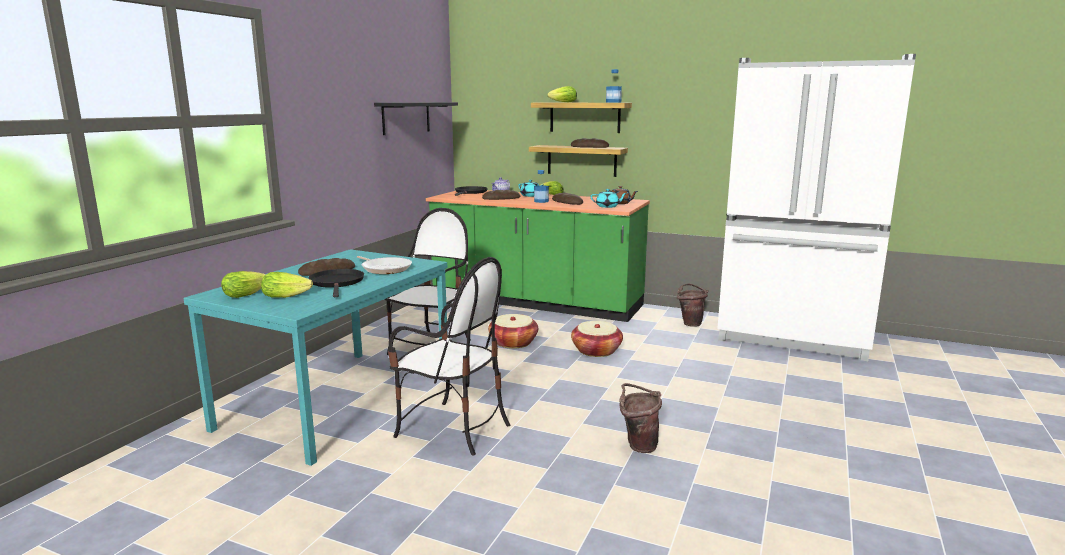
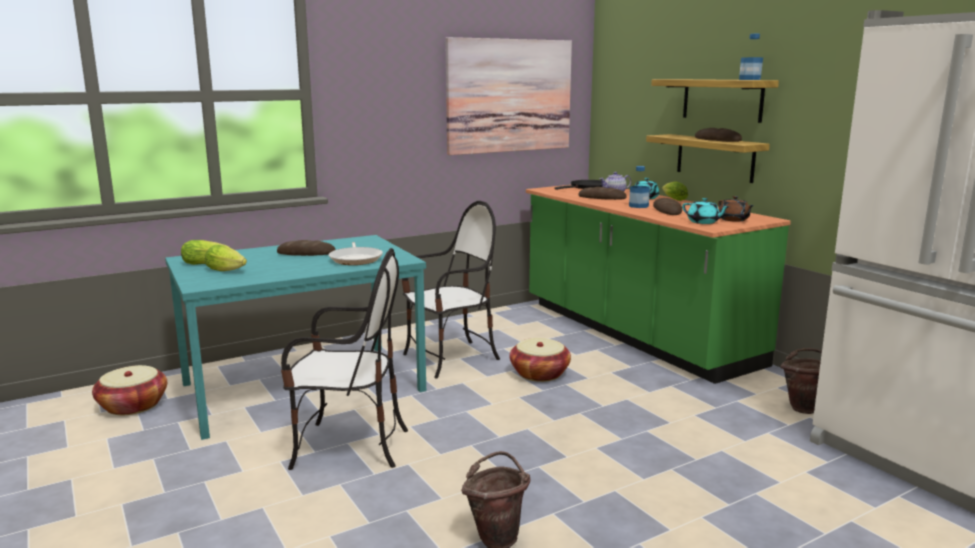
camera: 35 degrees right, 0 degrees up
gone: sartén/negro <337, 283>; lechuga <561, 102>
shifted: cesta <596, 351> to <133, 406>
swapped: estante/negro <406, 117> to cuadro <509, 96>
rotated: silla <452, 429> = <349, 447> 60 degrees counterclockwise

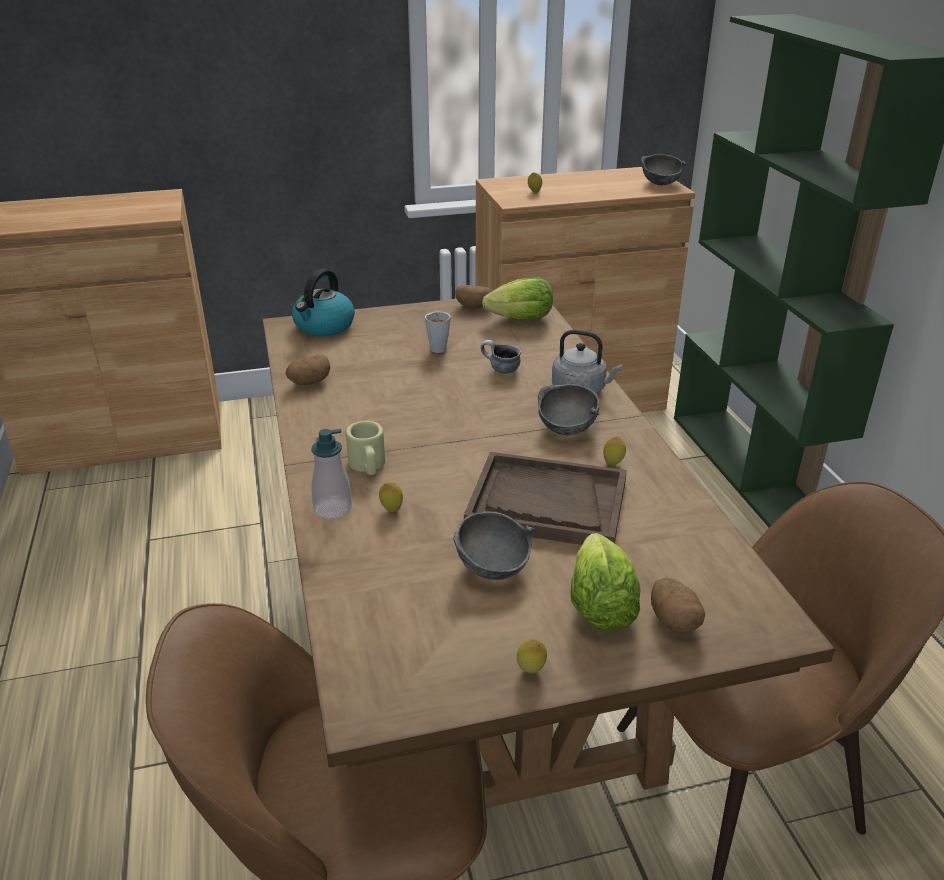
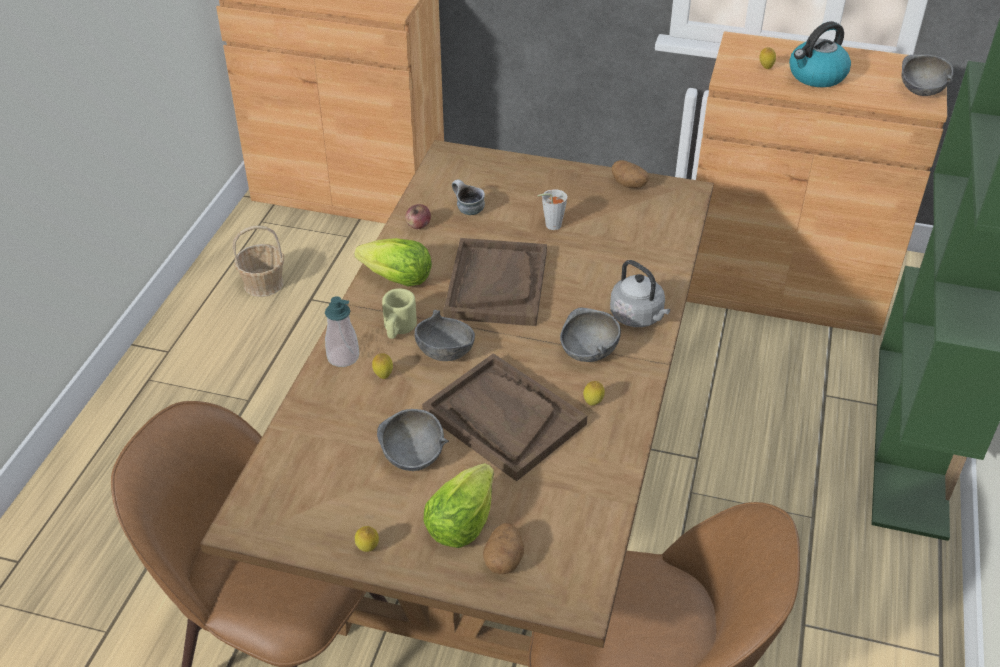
camera: 30 degrees right, 10 degrees up
new: cesta <264, 284>; cuenco/gris <446, 352>; bandeja/marrón <496, 284>
shifted: hervidor <324, 327> to <816, 76>; taza grande <500, 370> to <467, 210>; lechuga <521, 319> to <398, 279>
swapped: patata <309, 382> to manzana <418, 225>

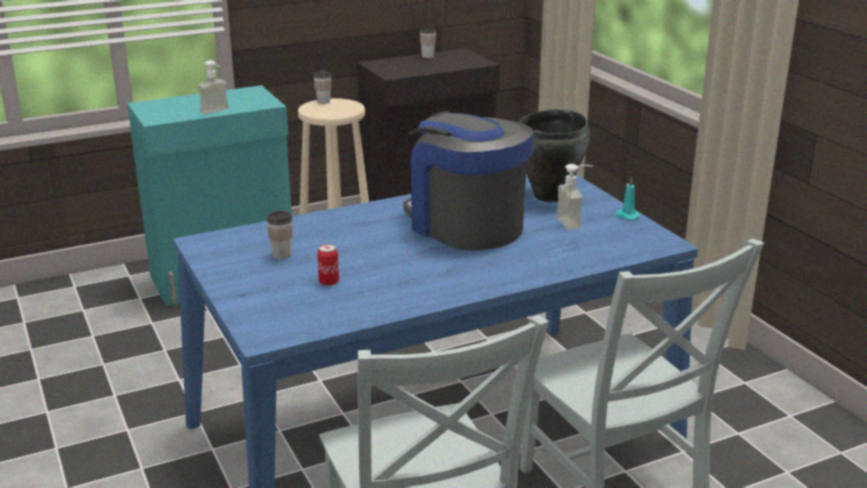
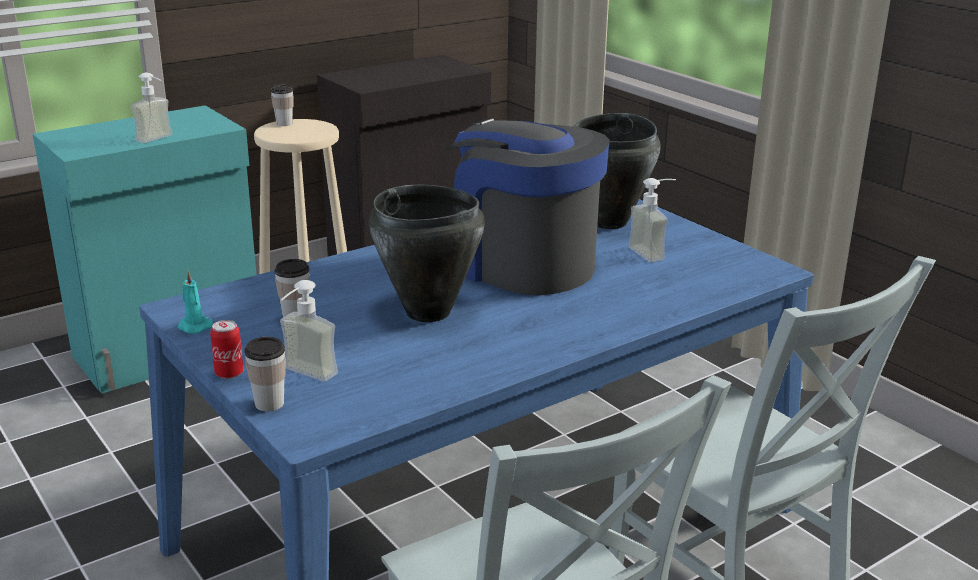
camera: 10 degrees left, 0 degrees up
new: dispensador de jabón <303, 376>; olla/negro <428, 313>
shifted: lata <329, 282> to <229, 373>; taza <427, 56> to <269, 404>; vela/turquesa <626, 216> to <193, 327>

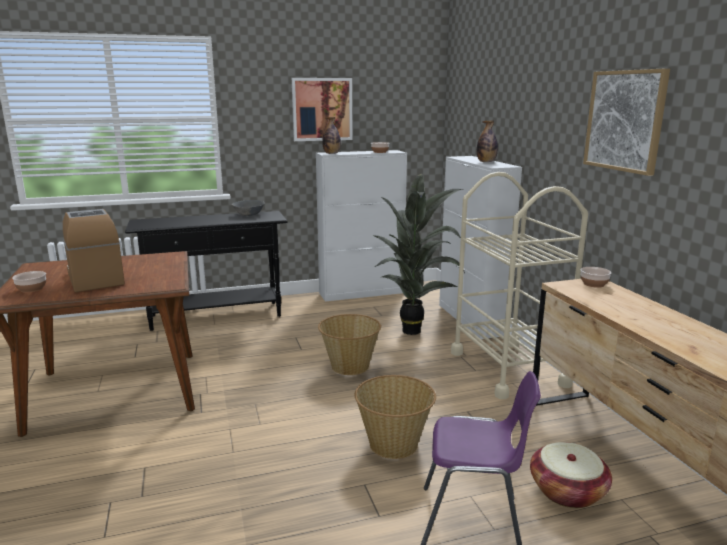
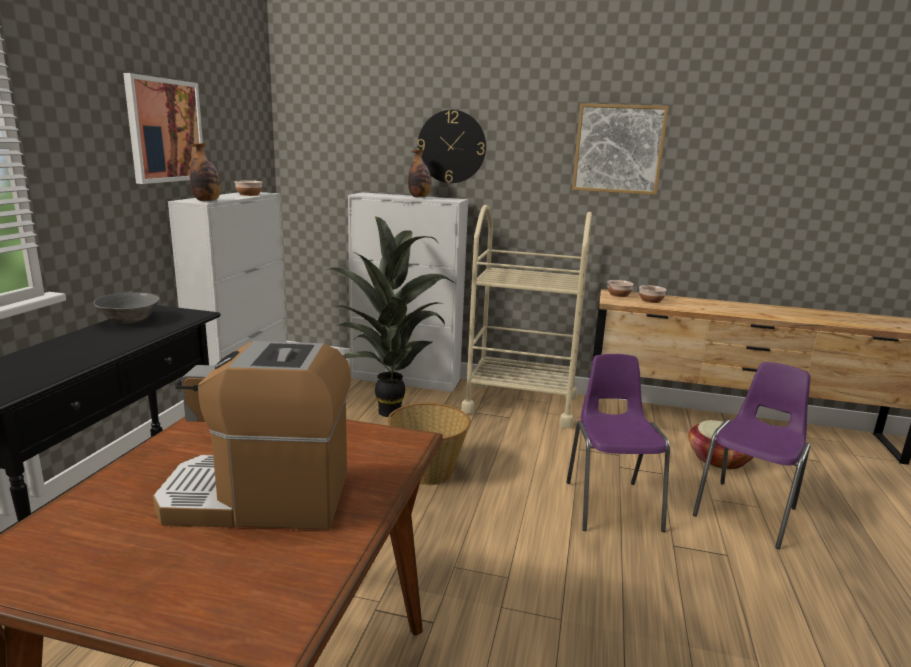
camera: 60 degrees left, 0 degrees up
new: reloj de pared <451, 147>
shifted: cuenco <32, 289> to <651, 300>
swapped: cesta <394, 443> to silla/morado <611, 504>

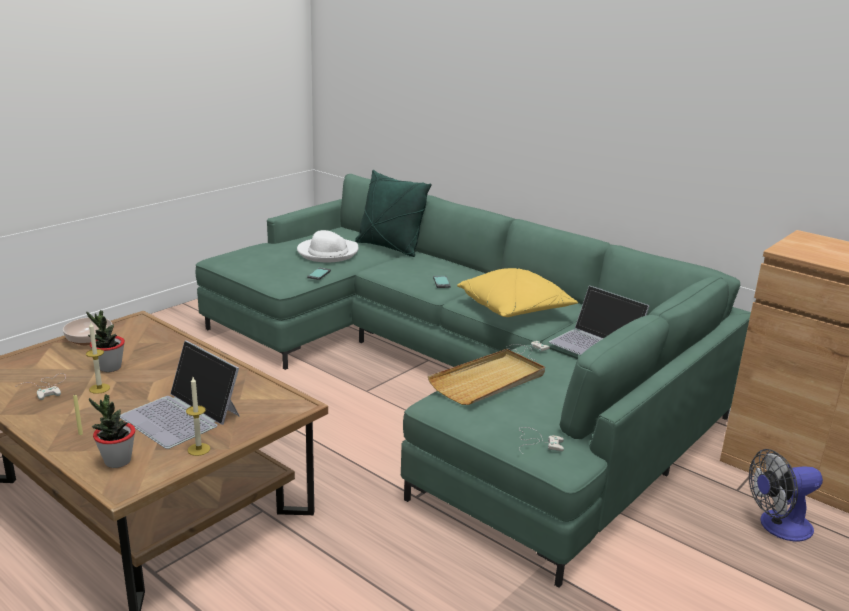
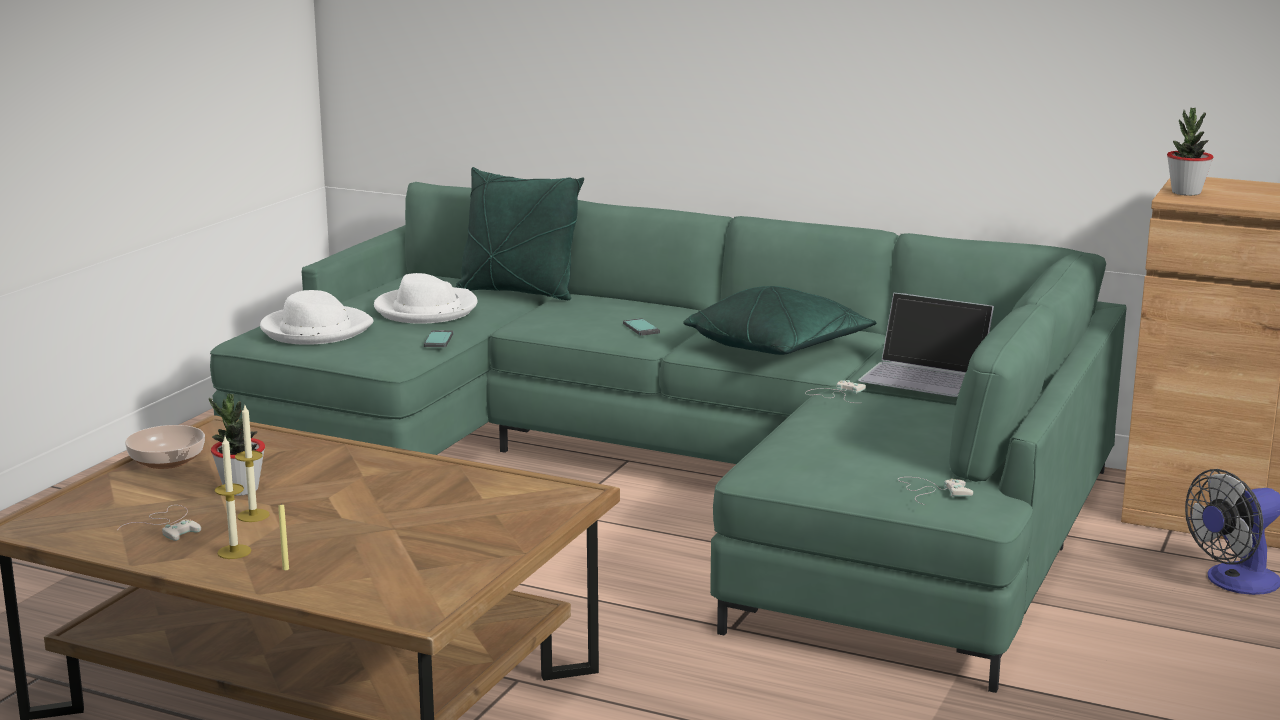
camera: 15 degrees left, 5 degrees down
gone: portátil <181, 416>; bandeja/beis <488, 381>
new: sombrero/blanco <315, 330>
shifted: planta en maceta <117, 461> to <1186, 192>; vela <199, 449> to <234, 552>
repainted: cojín/amarillo <515, 309> to cojín/verde <779, 348>

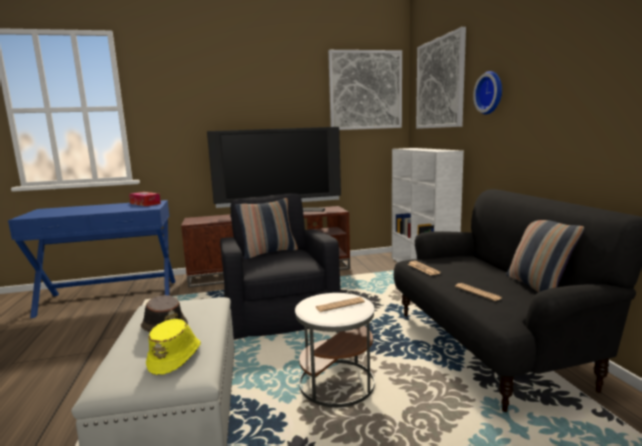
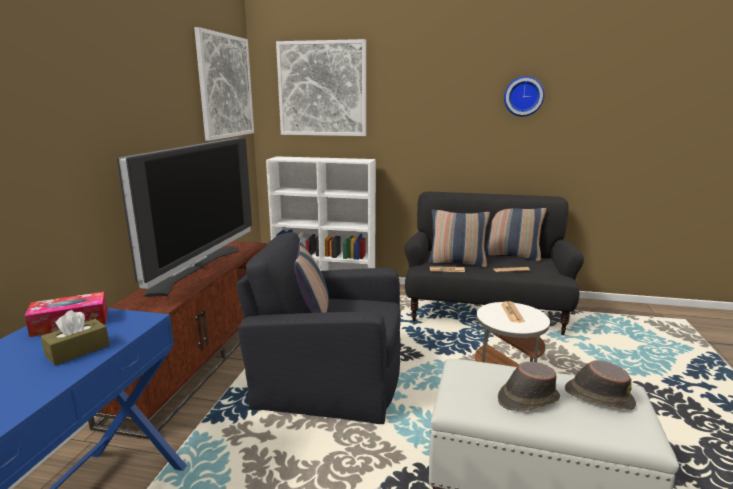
camera: 65 degrees left, 5 degrees up
new: caja de pañuelos/marrón <78, 351>; cojín <457, 262>
shifted: reloj de pared <491, 93> to <523, 96>
repainted: sombrero/amarillo <176, 357> to sombrero/marrón <598, 396>

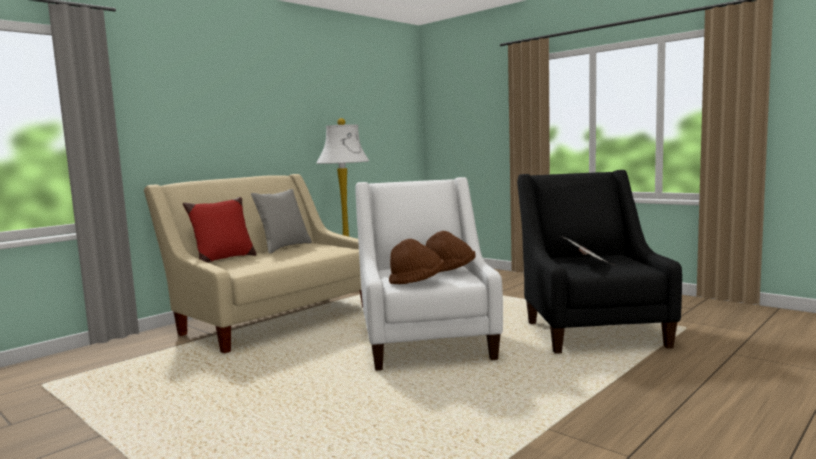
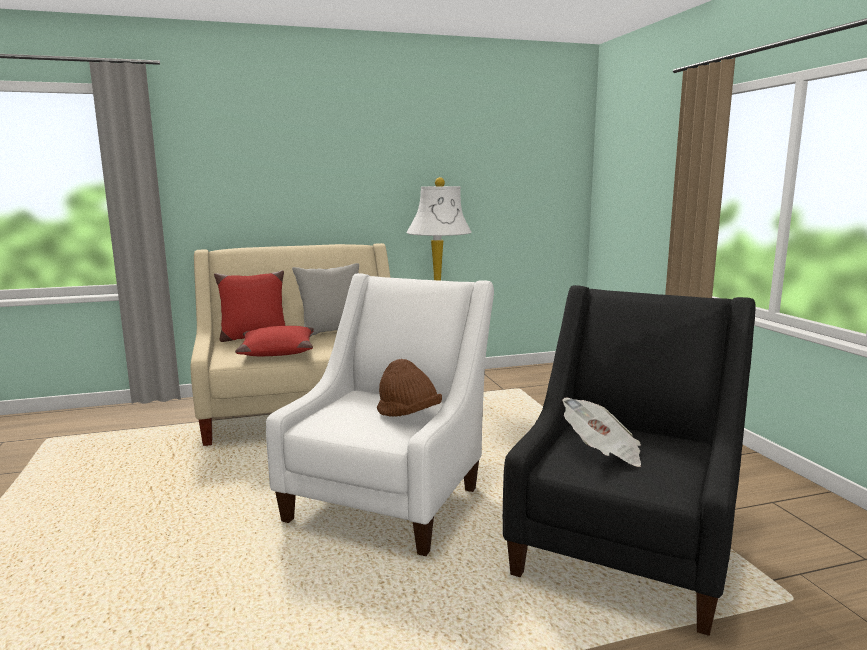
camera: 30 degrees right, 5 degrees up
gone: sombrero/marrón <417, 282>
new: cojín/rojo <276, 351>

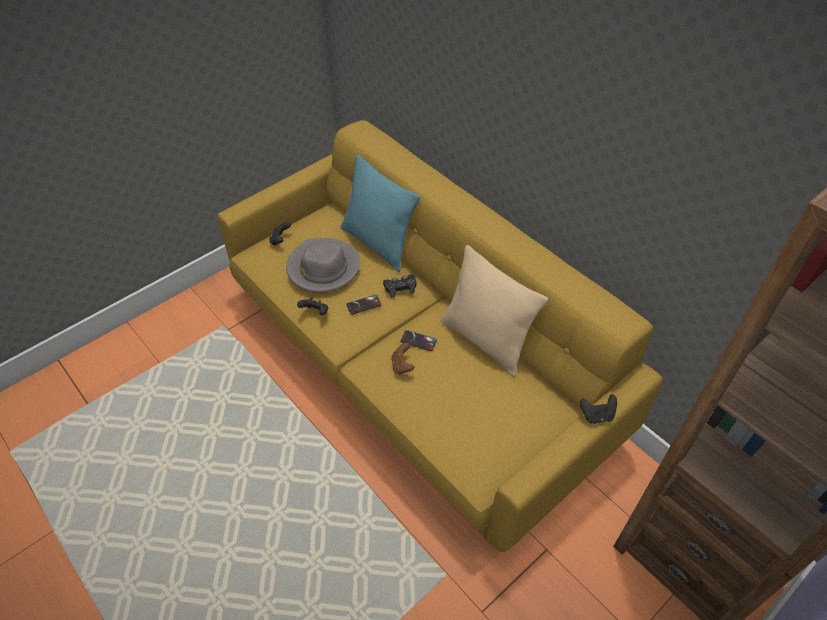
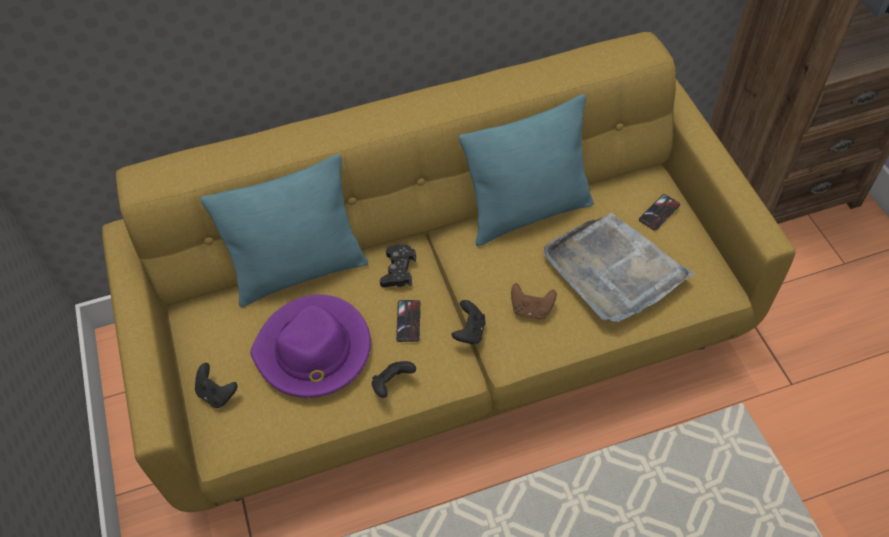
camera: 65 degrees left, 5 degrees up
new: bandeja/gris <613, 270>
shifted: móvil <418, 341> to <659, 212>; mando de consola/negro <597, 415> to <469, 331>
repainted: sombrero/gris <323, 268> to sombrero/morado <314, 350>; cojín/beis <485, 340> to cojín/turquesa <528, 212>

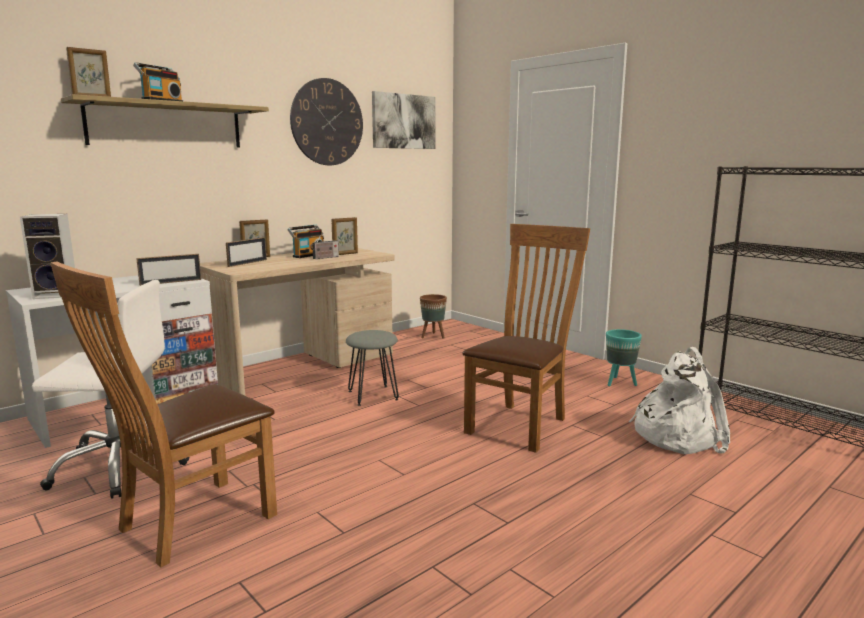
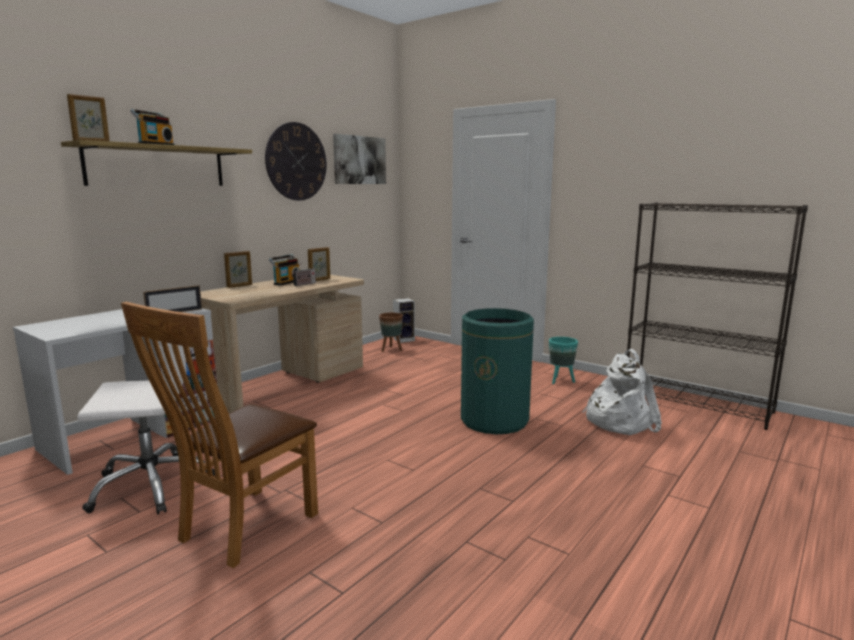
camera: 10 degrees left, 0 degrees up
gone: portarretratos <247, 263>; taburete/gris <373, 395>
shifted: altavoz <58, 294> to <404, 339>
swapped: silla/marrón <521, 424> to papelera/verde <494, 420>

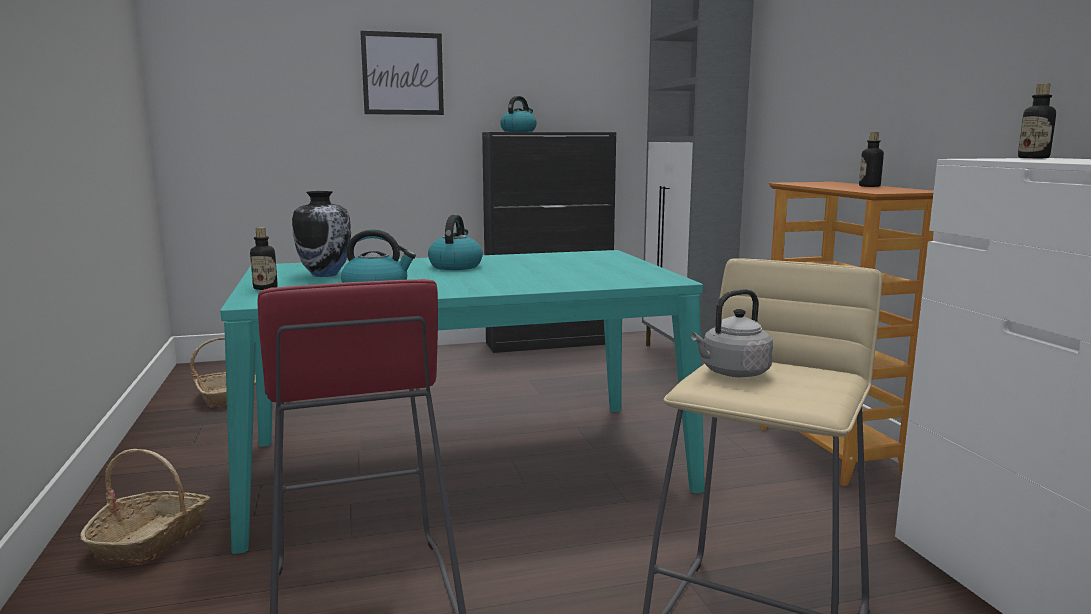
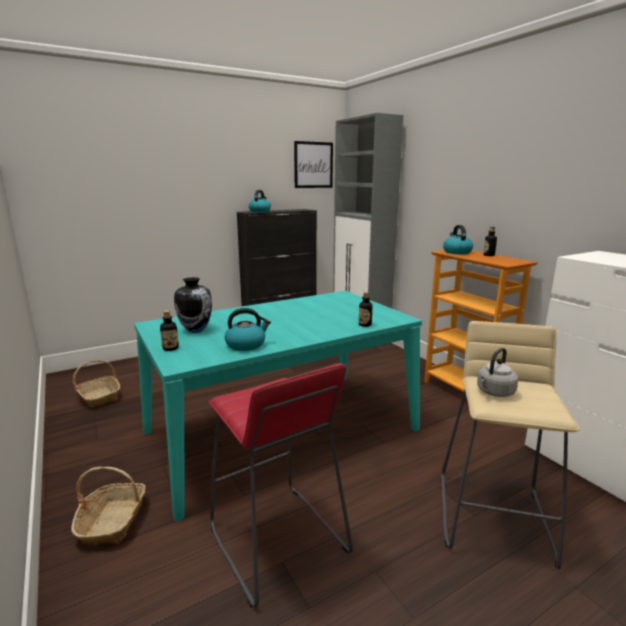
camera: 15 degrees left, 5 degrees up
shifted: cuadro <402, 74> to <313, 165>; hervidor <455, 266> to <456, 252>; botella <1033, 158> to <365, 325>

